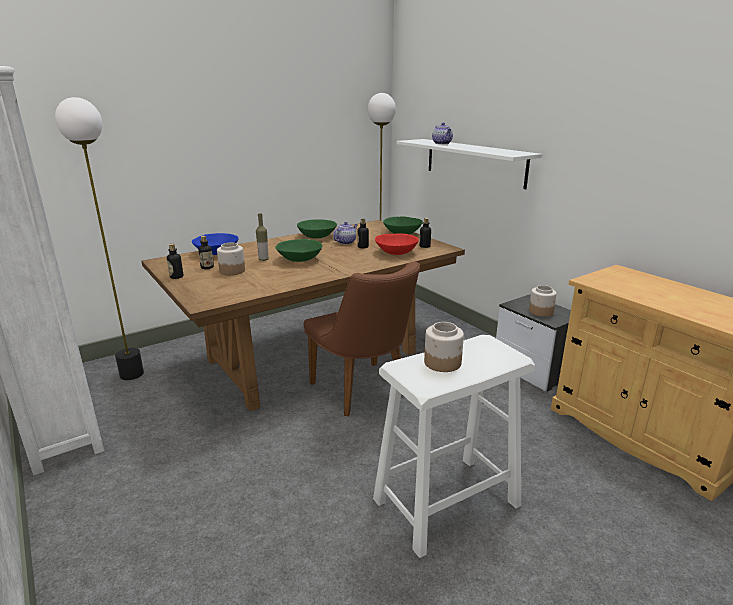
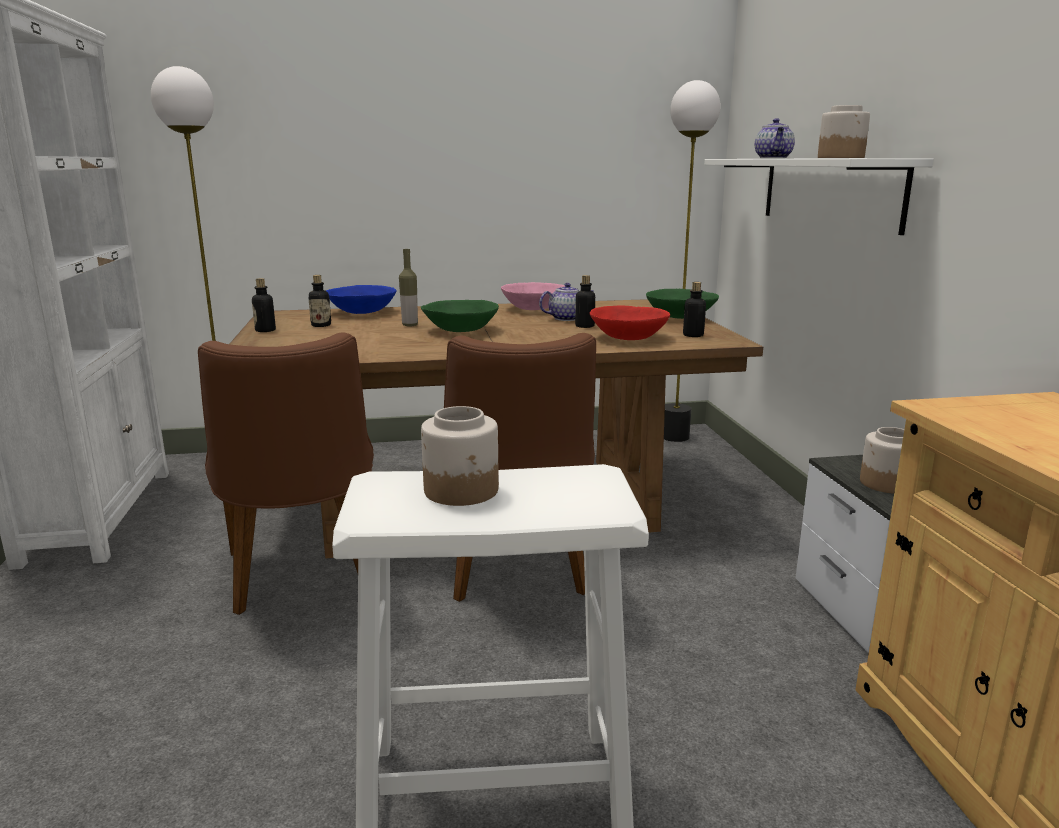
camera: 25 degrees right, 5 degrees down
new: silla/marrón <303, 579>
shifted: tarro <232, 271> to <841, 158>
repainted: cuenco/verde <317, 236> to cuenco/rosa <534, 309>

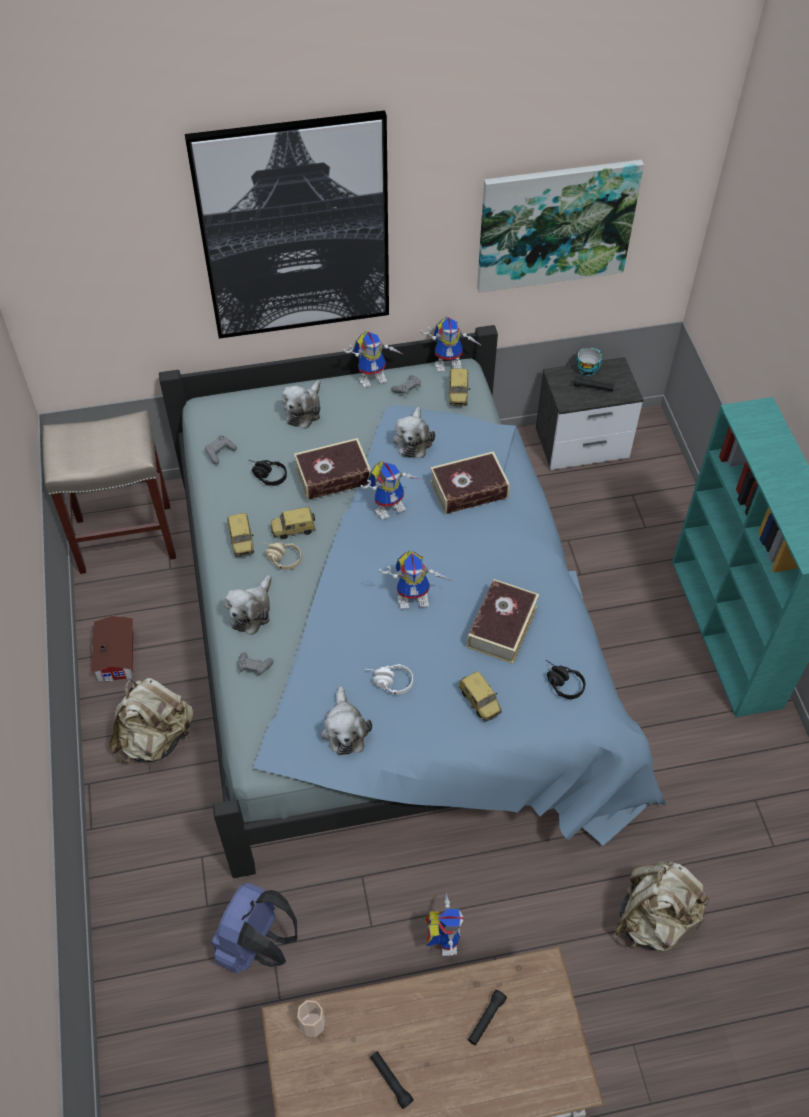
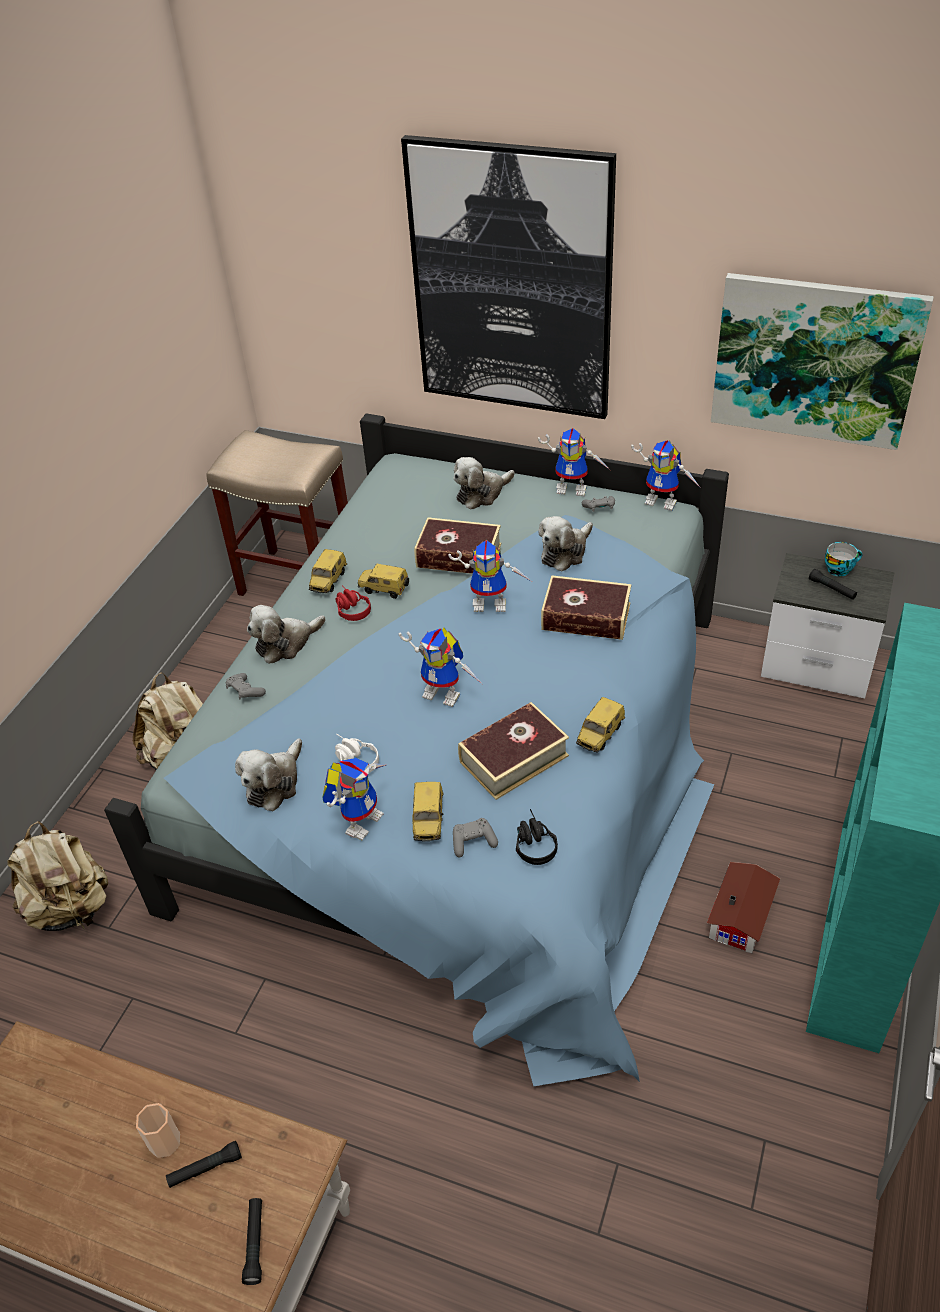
camera: 35 degrees right, 10 degrees down
gone: mochila/azul <257, 945>; auriculares/negro <266, 475>
shifted: casita <118, 653> to <743, 914>; mando de consola/gris <220, 453> to <473, 842>; taza <312, 1024> to <164, 1142>; linterna/negro <390, 1080> to <255, 1243>; robot de juguete <443, 938> to <361, 819>; coche de juguete <459, 395> to <601, 736>; mochila/beis <654, 919> to <71, 908>
repainted: auriculares/beis <279, 558> to auriculares/rojo <350, 608>

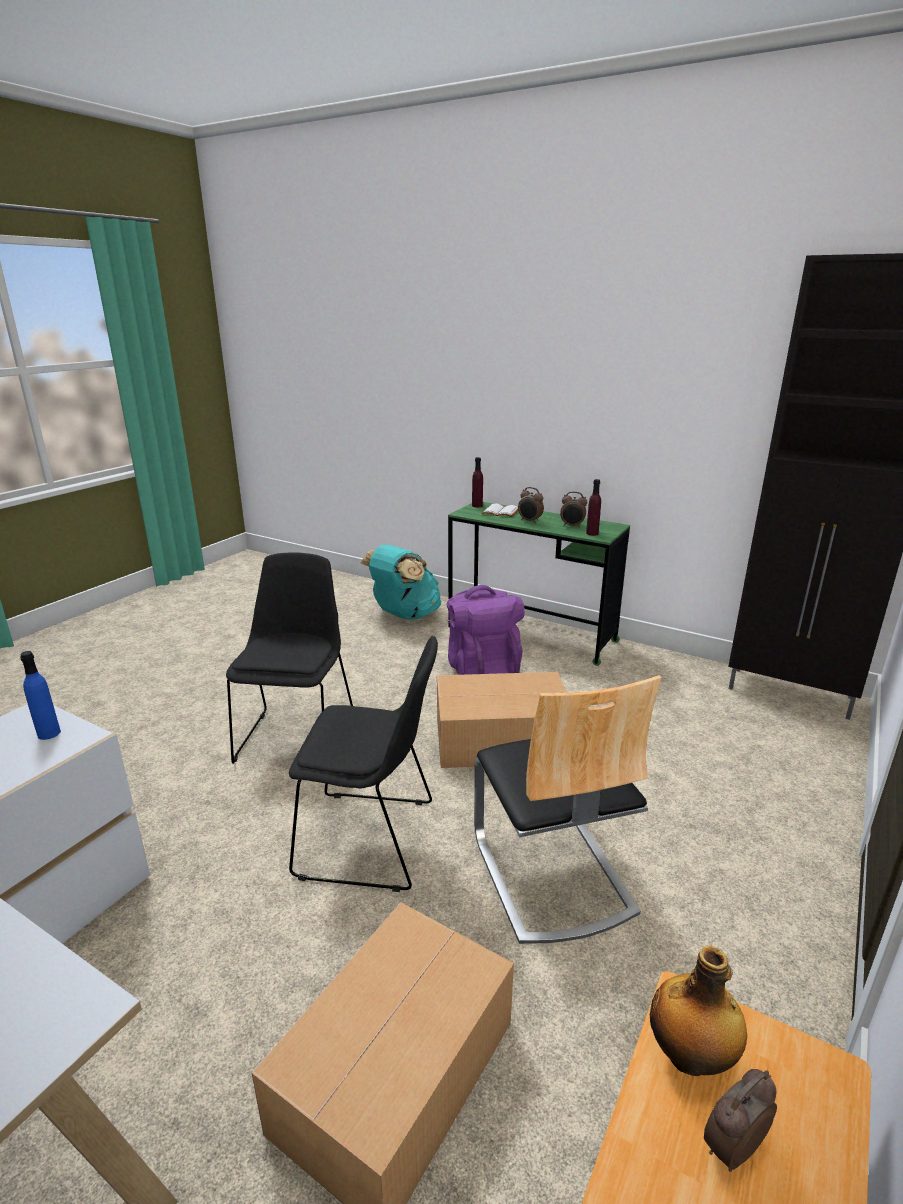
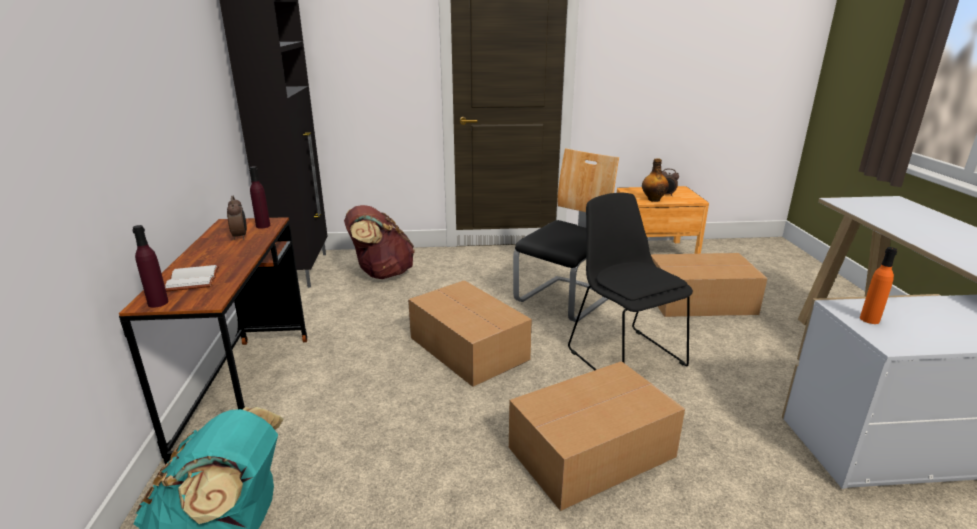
camera: 125 degrees left, 0 degrees up
gone: mochila/morado <482, 672>; despertador <530, 521>
new: mochila/marrón <381, 273>
swapped: silla/negro <297, 737> to caja de cartón <589, 452>
repainted: botella/azul <49, 733> to botella/naranja <869, 319>; escritorio/verde <531, 634> to escritorio/marrón <249, 395>

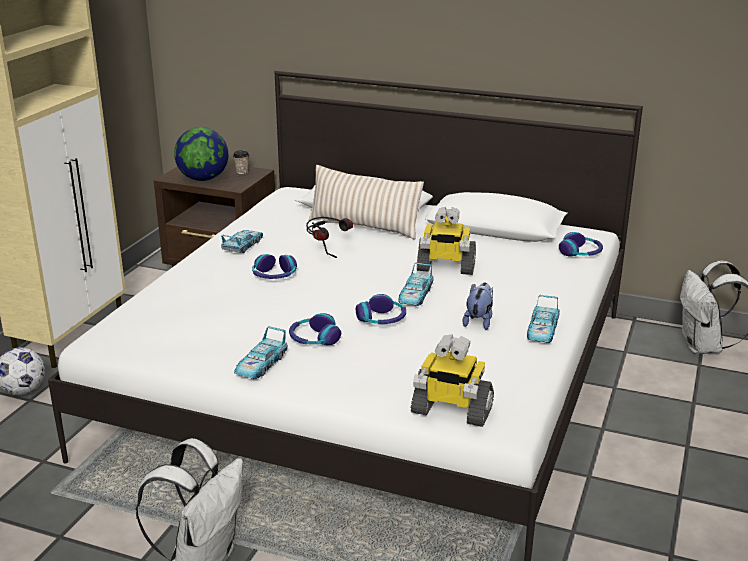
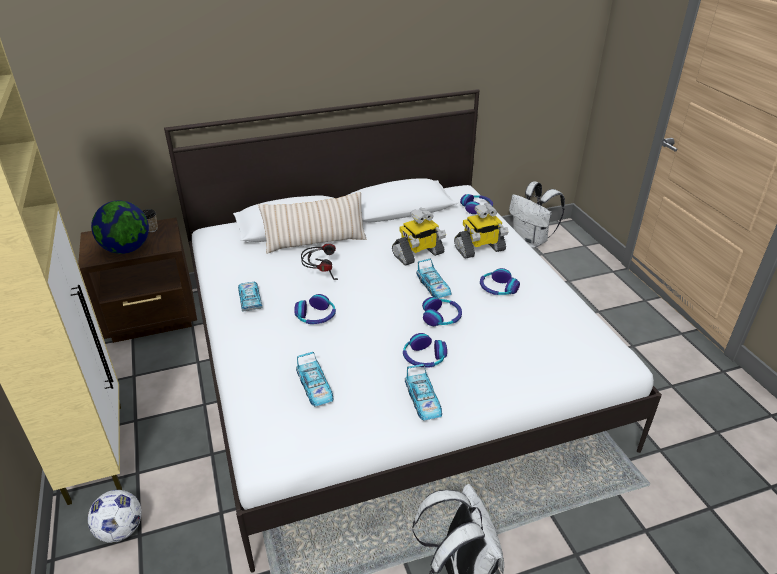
camera: 40 degrees left, 10 degrees up
shifted: robot de juguete <451, 411> to <479, 249>; coche de juguete <542, 330> to <315, 388>
swapped: peluche <479, 321> to auriculares <497, 288>

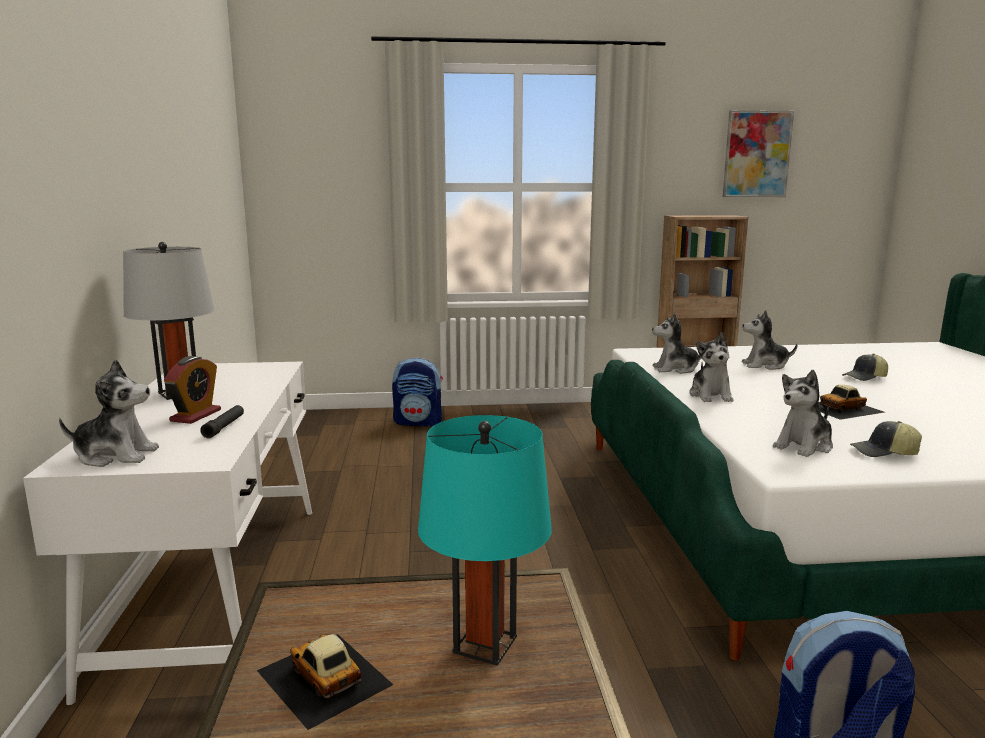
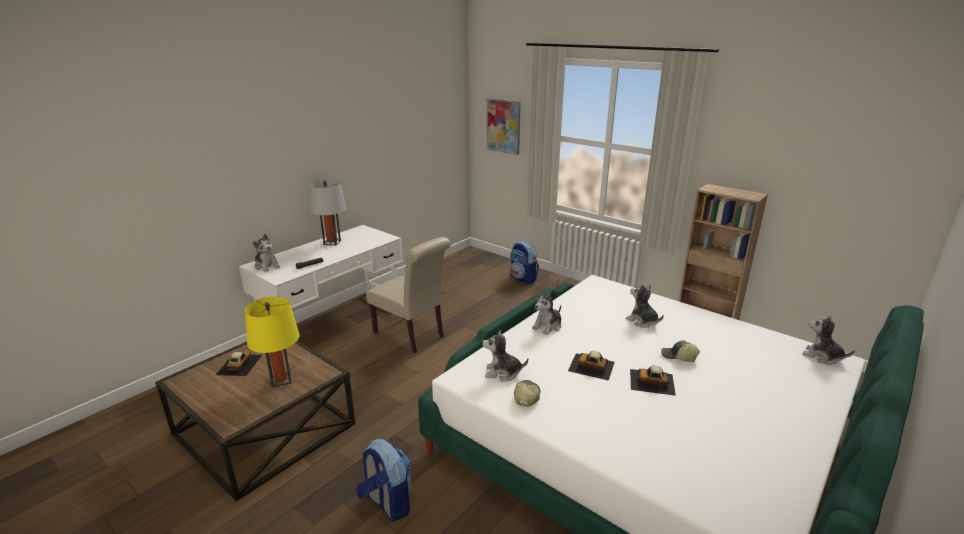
camera: 45 degrees right, 10 degrees up
gone: despertador <195, 415>
new: silla/beis <412, 336>; coche de juguete <652, 382>
shifted: peluche <675, 369> to <822, 357>; cuadro <757, 154> to <503, 126>
repainted: lámpara de mesa/turquesa <485, 644> to lámpara de mesa/amarillo <281, 380>
rotated: gorra <884, 453> = <526, 396> 60 degrees clockwise

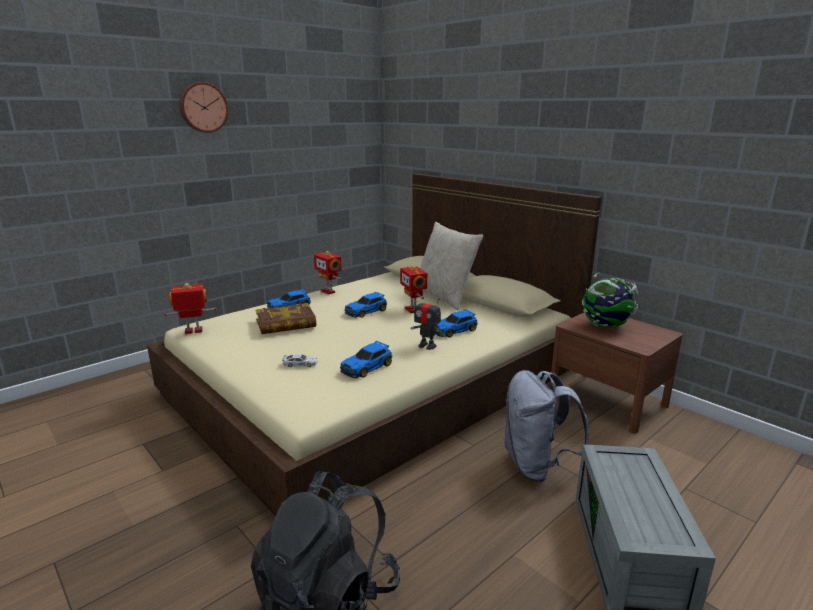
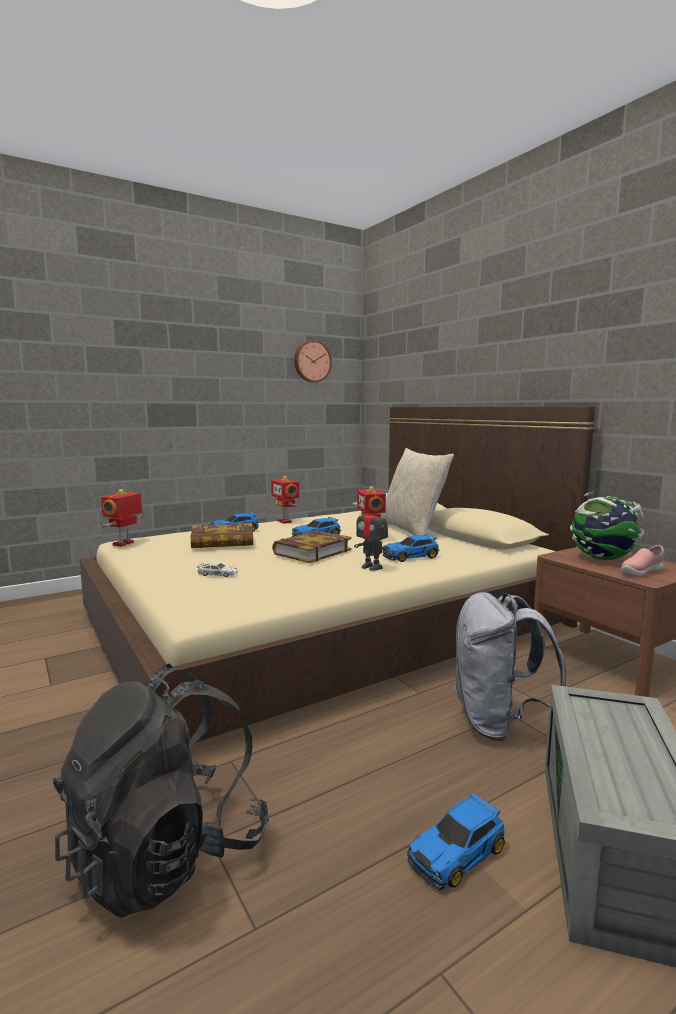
camera: 10 degrees right, 10 degrees down
new: libro <312, 552>; zapato/rosa <641, 572>
shifted: reloj de pared <203, 107> to <312, 361>; coche de juguete <367, 367> to <458, 852>
rotated: robot de juguete <193, 331> = <124, 544> 60 degrees counterclockwise

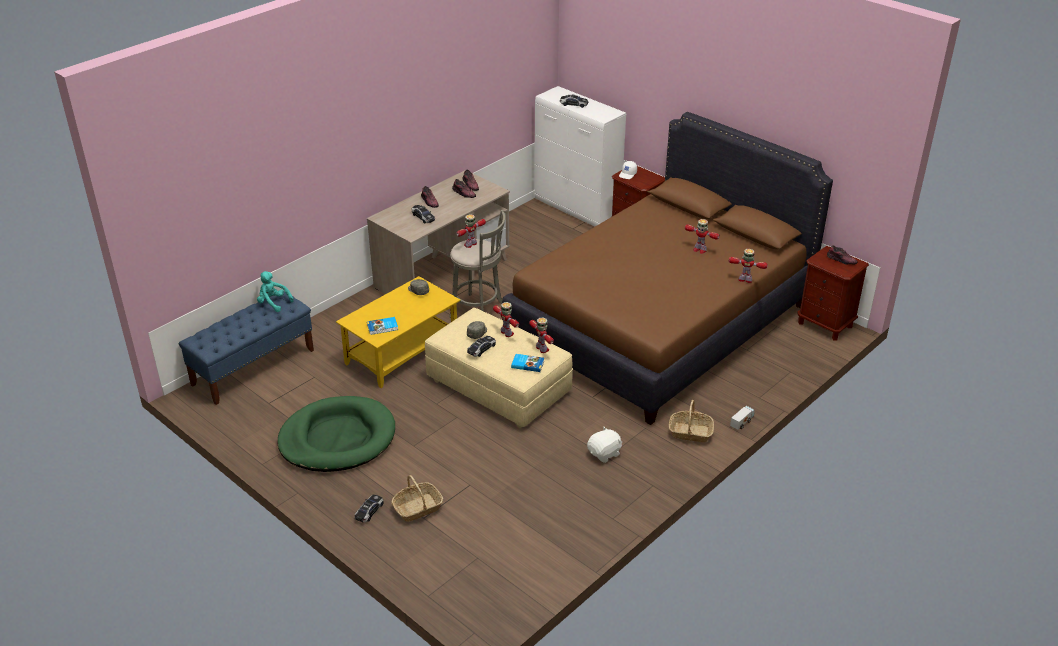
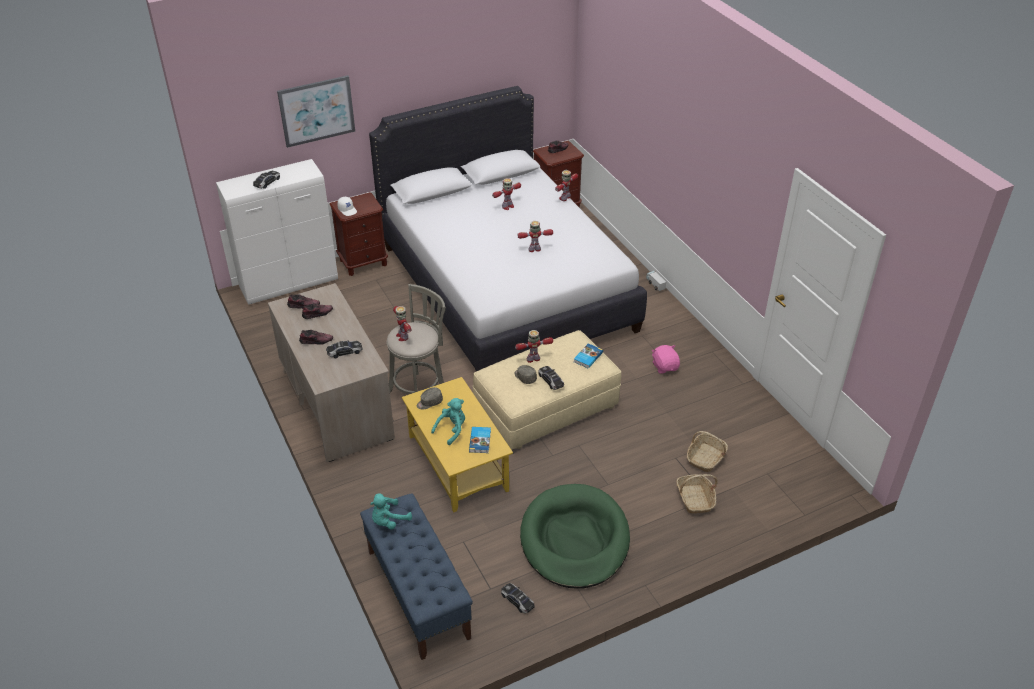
camera: 70 degrees left, 5 degrees up
new: cuadro <316, 111>; peluche/turquesa <452, 430>
shifted: coche de juguete <369, 511> to <517, 600>; robot de juguete <542, 349> to <534, 249>; cesta <690, 432> to <705, 458>
repainted: cama/marrón <659, 322> to cama/blanco <505, 287>; peluche/blanco <604, 453> to peluche/rosa <665, 366>

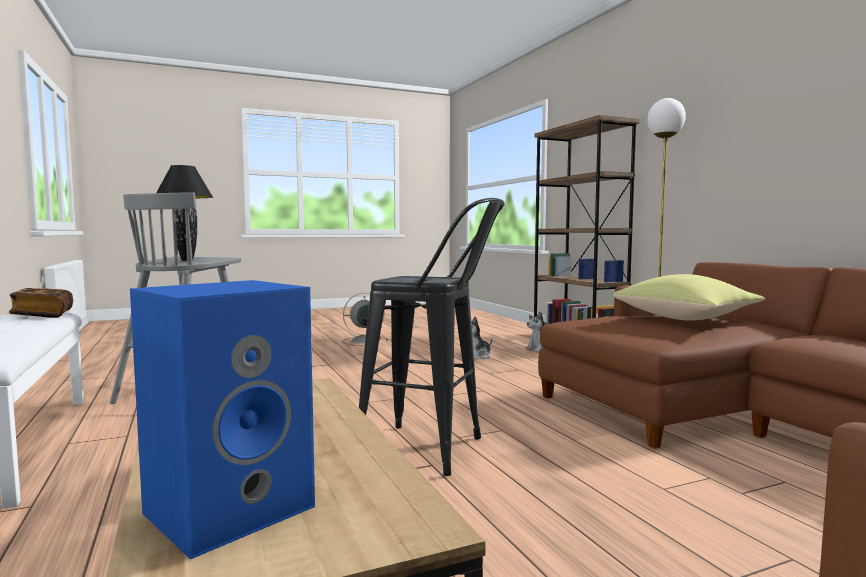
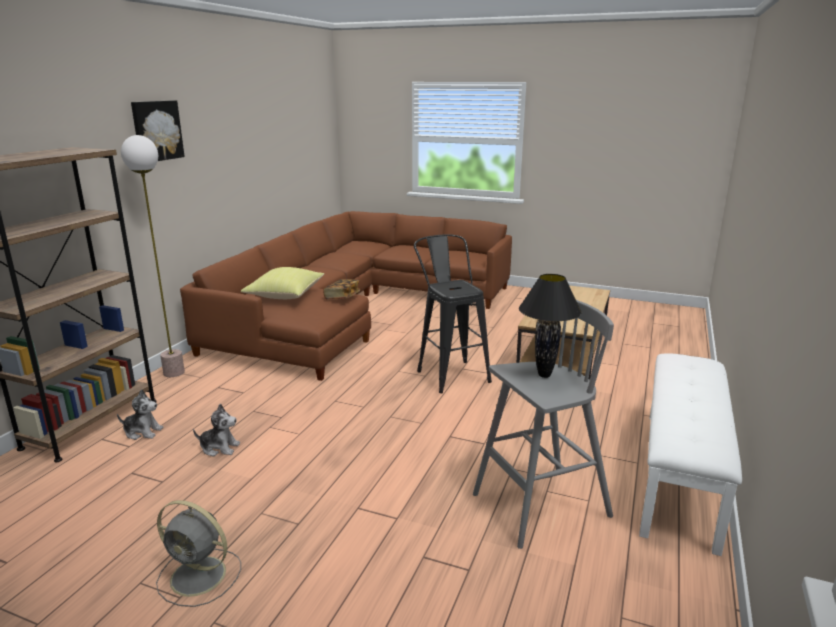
camera: 135 degrees left, 15 degrees up
gone: altavoz/azul <231, 507>
new: cuadro <156, 130>
shifted: libro <43, 315> to <342, 297>

